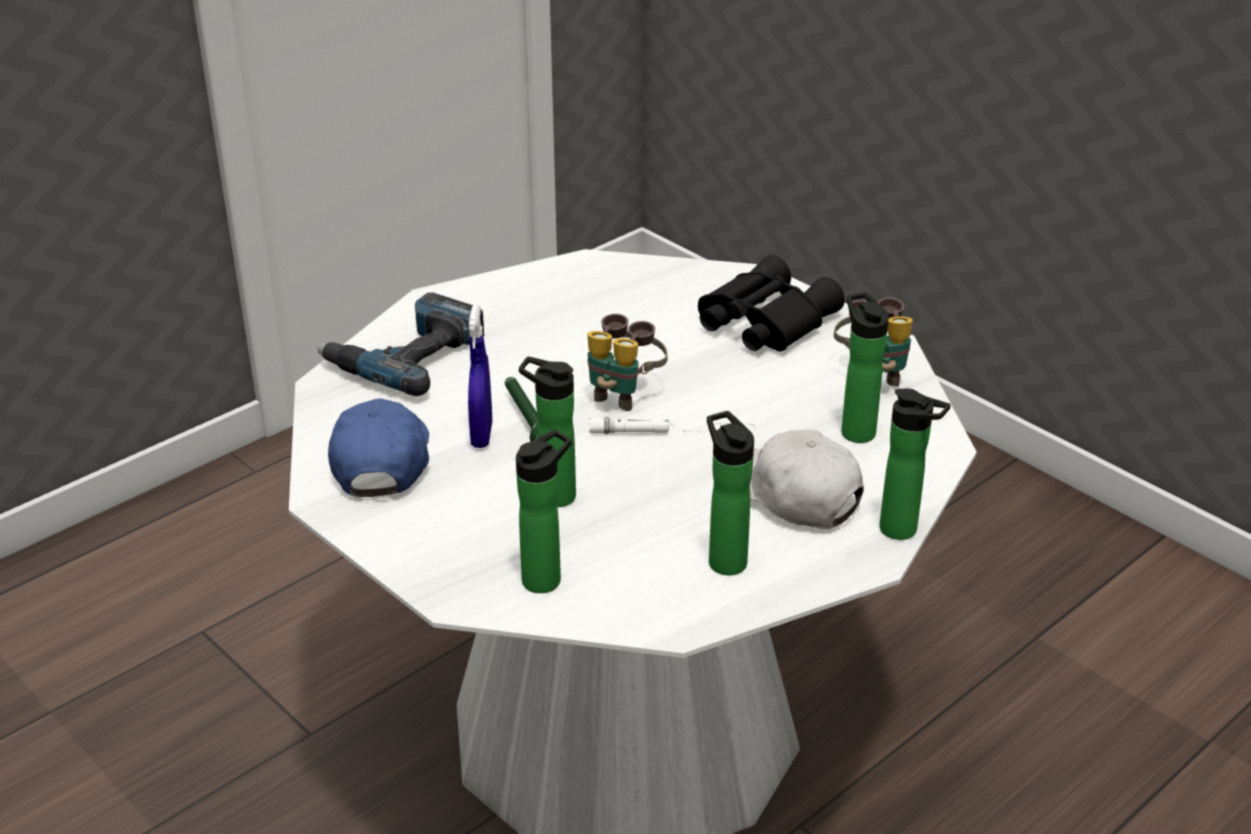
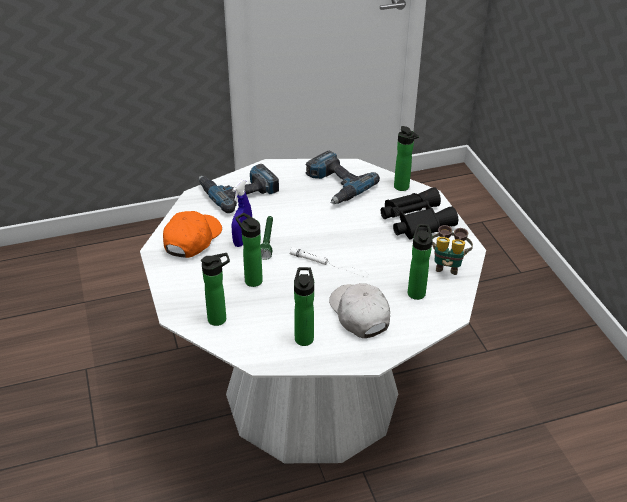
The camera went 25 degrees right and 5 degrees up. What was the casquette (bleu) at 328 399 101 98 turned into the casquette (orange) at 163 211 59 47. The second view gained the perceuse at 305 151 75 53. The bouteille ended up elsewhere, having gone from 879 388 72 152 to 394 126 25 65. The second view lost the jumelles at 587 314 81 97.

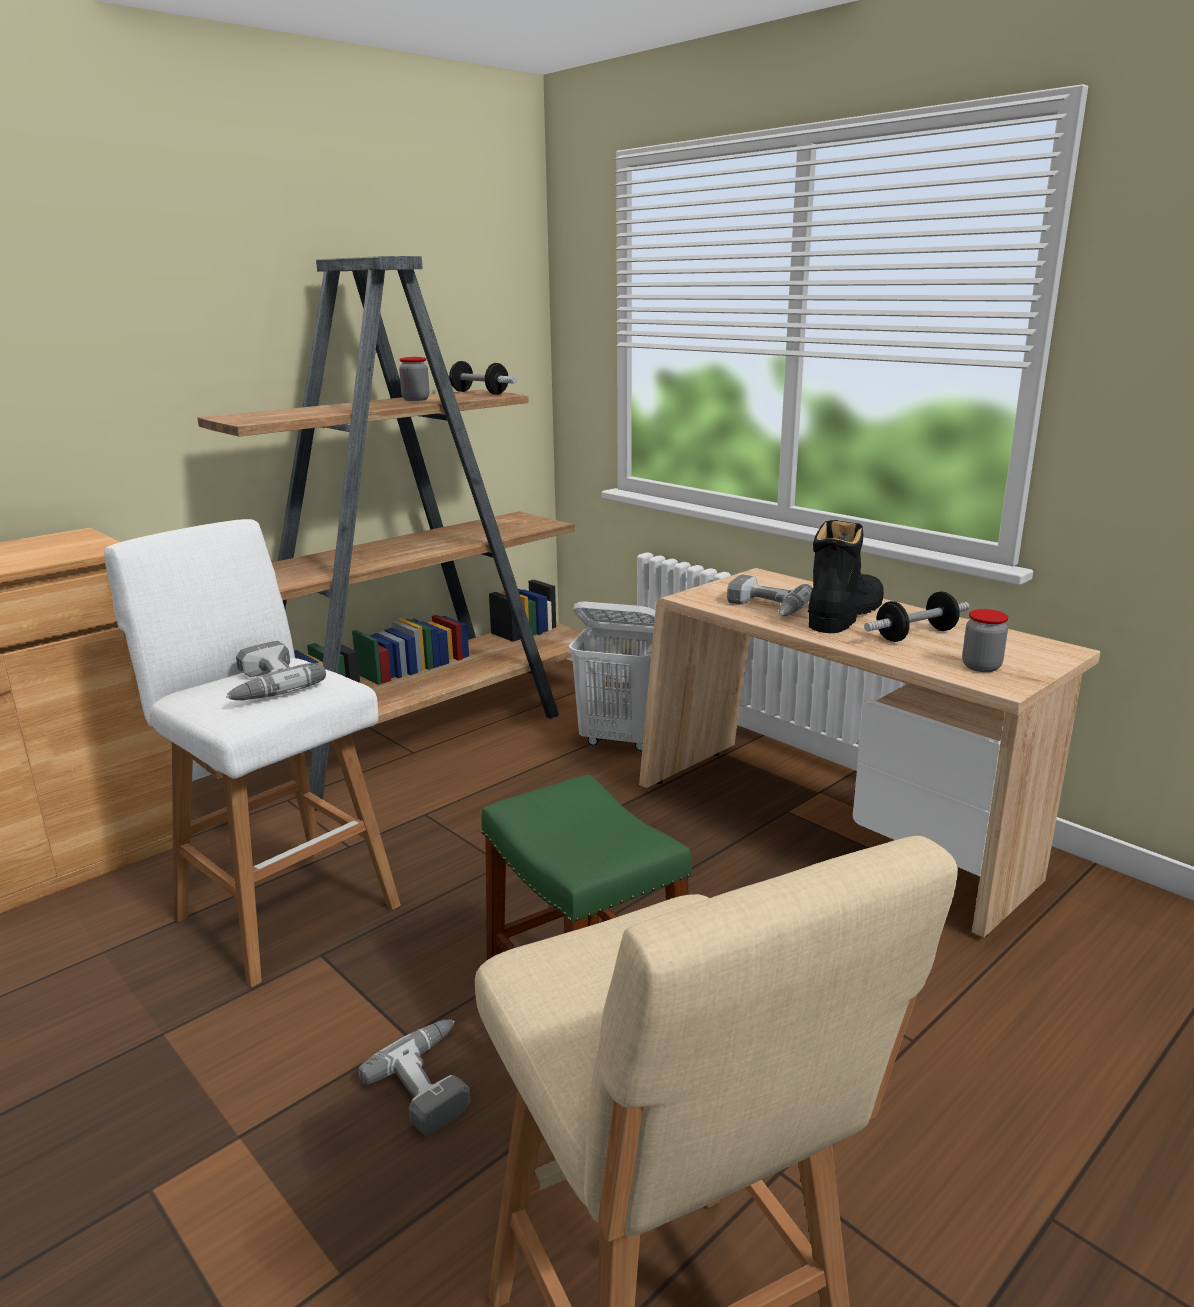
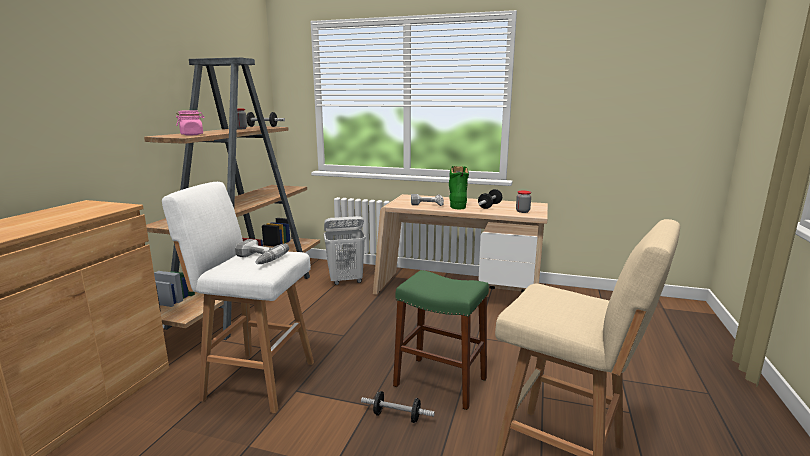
The camera went 30 degrees left and 5 degrees down. The second view gained the bocal (rose) at 176 110 29 25. Where the perceuse stood at 358 1019 113 117, the haltère came to stand at 361 391 74 32. What was the botte (noir) at 808 520 76 113 turned into the botte (vert) at 449 166 20 43.

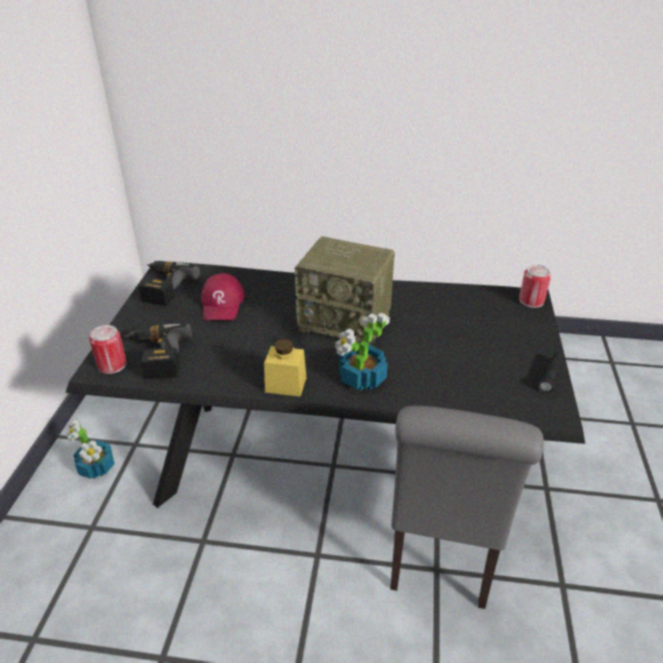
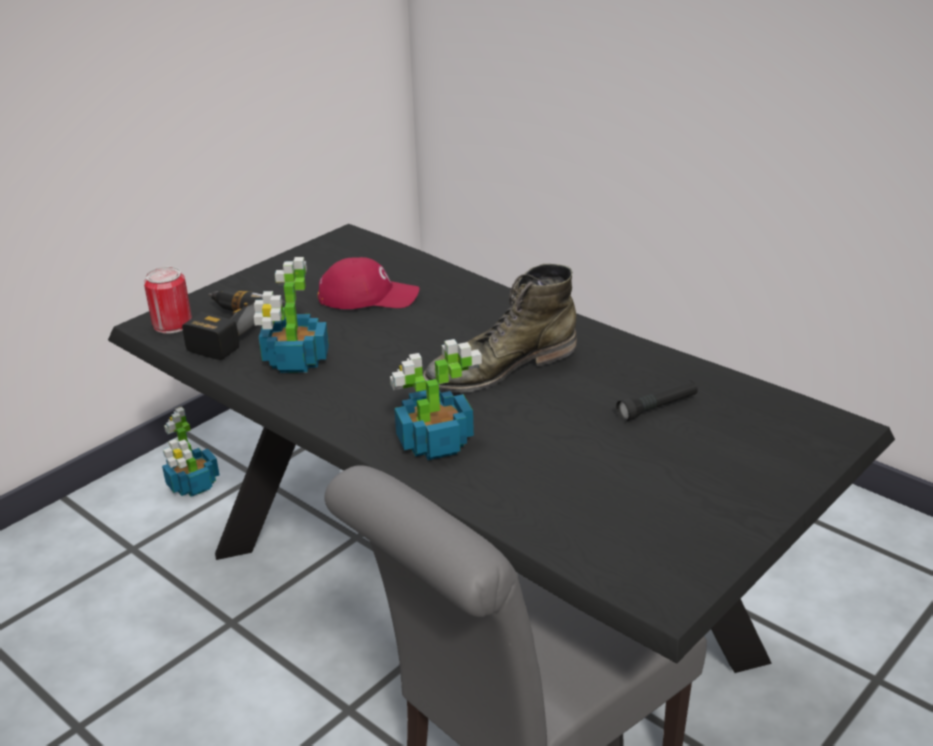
The camera went 35 degrees right and 5 degrees down. The second view gained the plante en pot at 254 257 75 116. The casquette (rouge) at 201 273 44 48 ended up facing another way, 120 degrees counterclockwise from before. Where the radio stood at 295 236 100 110, the botte (vert) came to stand at 423 264 154 129. The lampe de poche (noir) ended up elsewhere, having gone from 538 352 25 41 to 616 380 82 42. The second view lost the perceuse at 139 261 61 45. The second view lost the bocal (jaune) at 264 339 42 58. The second view lost the boîte métallique at 519 265 32 43.

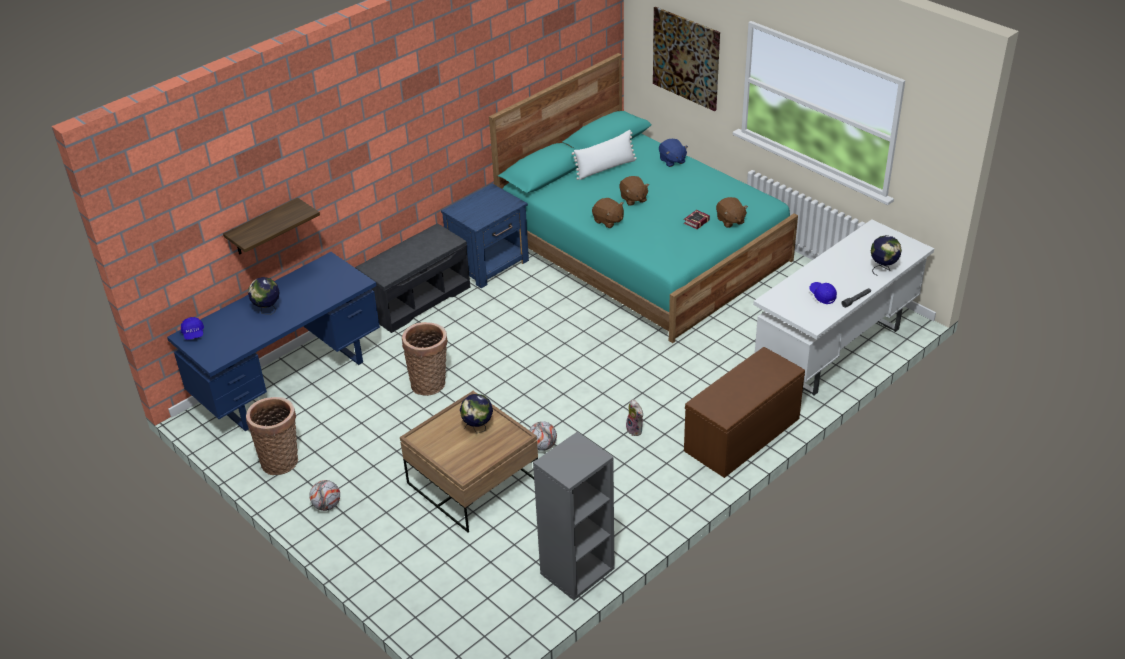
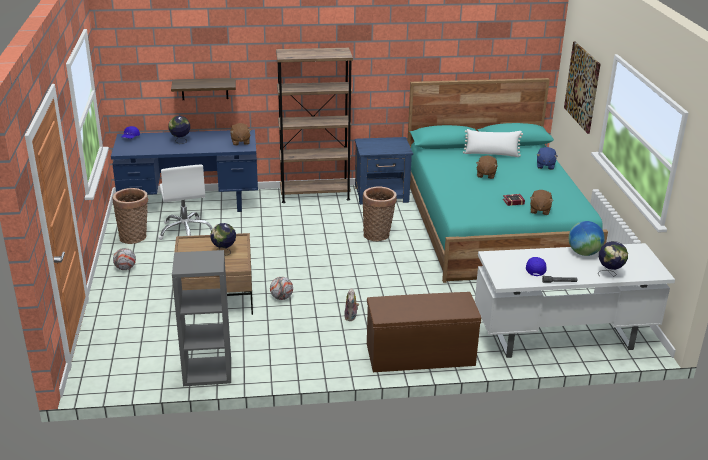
The camera went 35 degrees right and 10 degrees down. The second view gained the chaise de bureau (blanc) at 158 165 55 75. The peluche (marron) ended up elsewhere, having gone from 592 198 32 30 to 230 123 21 22. Where the banc (gris) stood at 355 223 115 110, the bibliothèque (marron) came to stand at 276 48 77 155. The panier ended up elsewhere, having gone from 402 322 46 74 to 362 187 35 54. The second view gained the globe at 569 221 36 35.

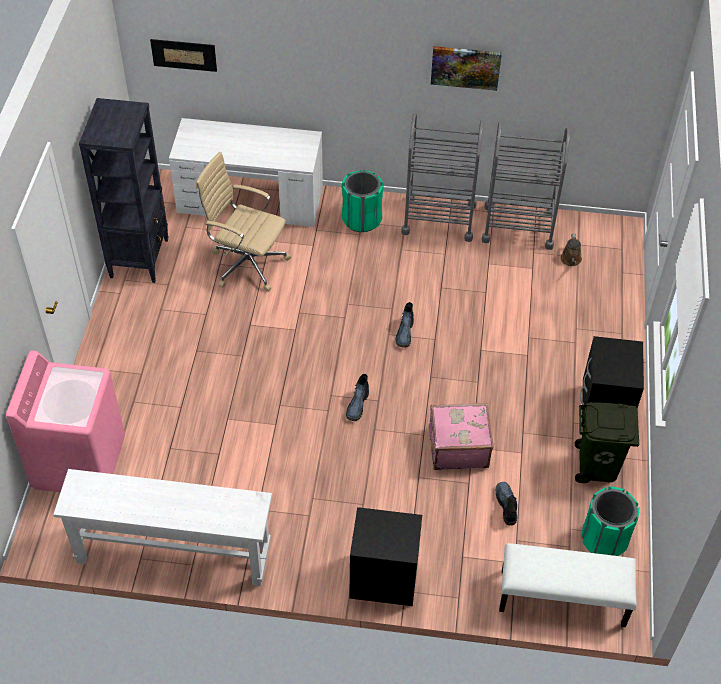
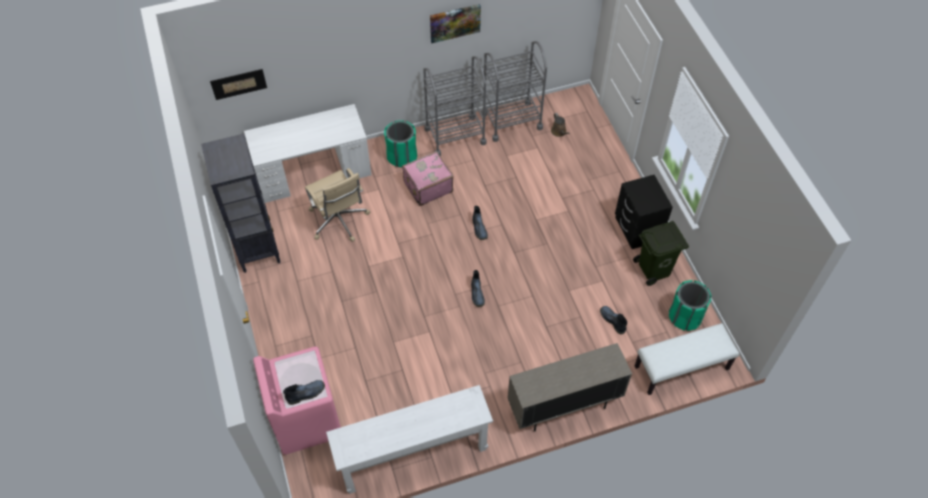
The camera went 25 degrees left and 5 degrees up. The second view gained the botte at 283 380 42 25. The chaise de bureau (beige) at 196 152 95 139 ended up facing another way, 120 degrees counterclockwise from before. The valise (rose) ended up elsewhere, having gone from 429 403 65 67 to 402 151 51 55. Where the table de chevet (noir) stood at 349 507 73 99, the meuble de rangement (beige) came to stand at 508 343 124 89.

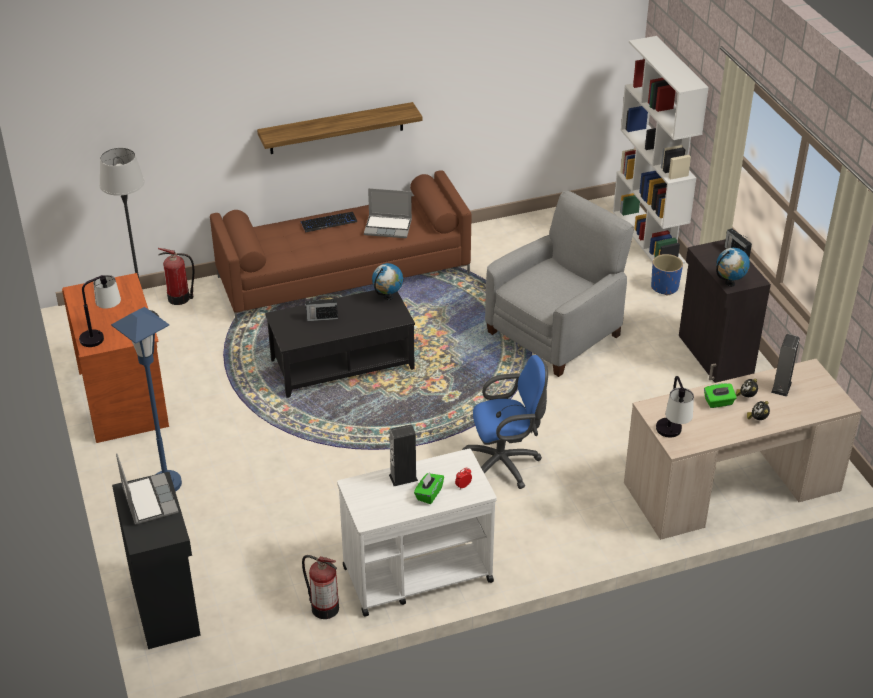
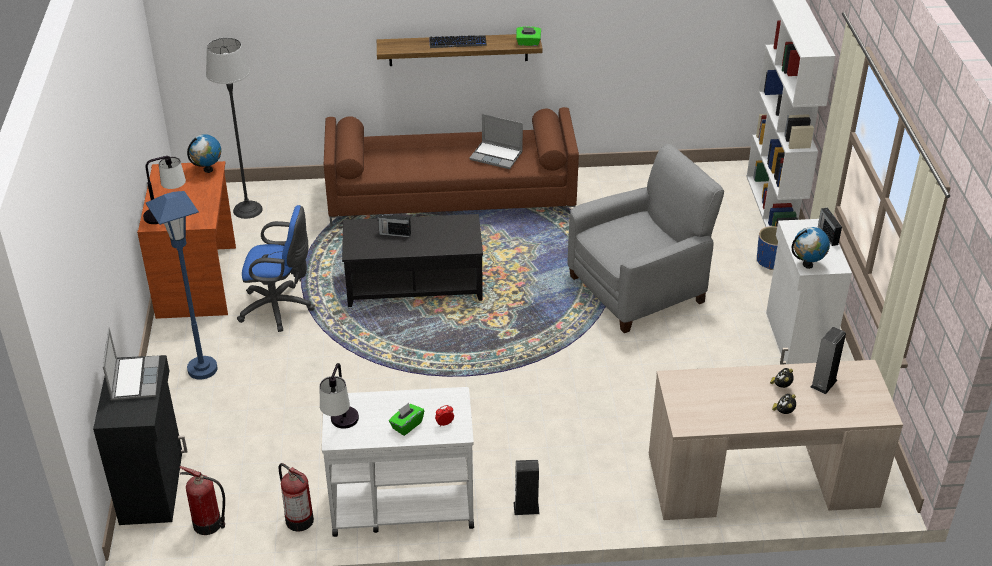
The camera went 15 degrees right and 0 degrees up. The extincteur ended up elsewhere, having gone from 158 248 36 57 to 179 466 46 69. The globe ended up elsewhere, having gone from 372 263 31 37 to 187 134 34 39. The chaise de bureau (bleu) ended up elsewhere, having gone from 462 355 86 134 to 237 205 78 127. The lampe de table ended up elsewhere, having gone from 656 376 38 62 to 320 363 39 66. The clavier ended up elsewhere, having gone from 301 212 56 21 to 429 35 58 13. The enceinte ended up elsewhere, having gone from 389 424 29 62 to 513 460 27 55. The boîte à mouchoirs (vert) ended up elsewhere, having gone from 704 383 33 25 to 516 26 25 20. What was the meuble de rangement (noir) at 679 239 92 144 turned into the meuble de rangement (blanc) at 766 219 86 146.

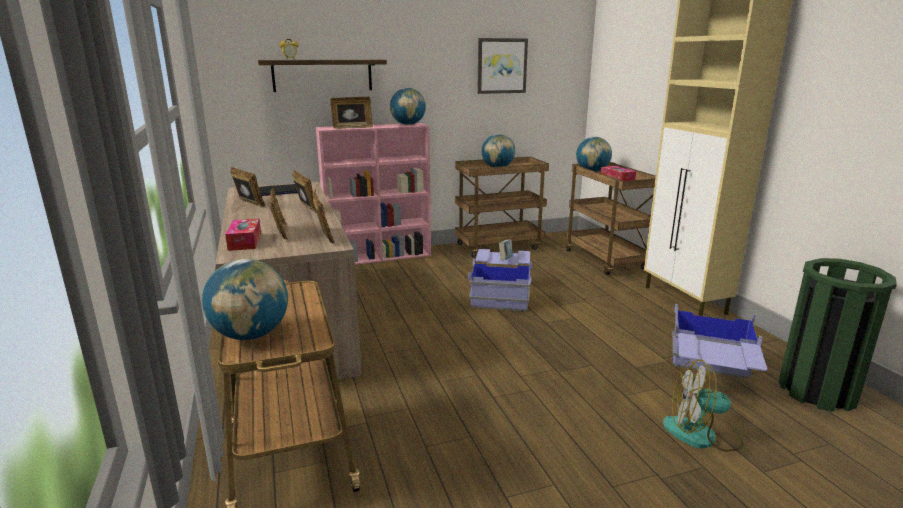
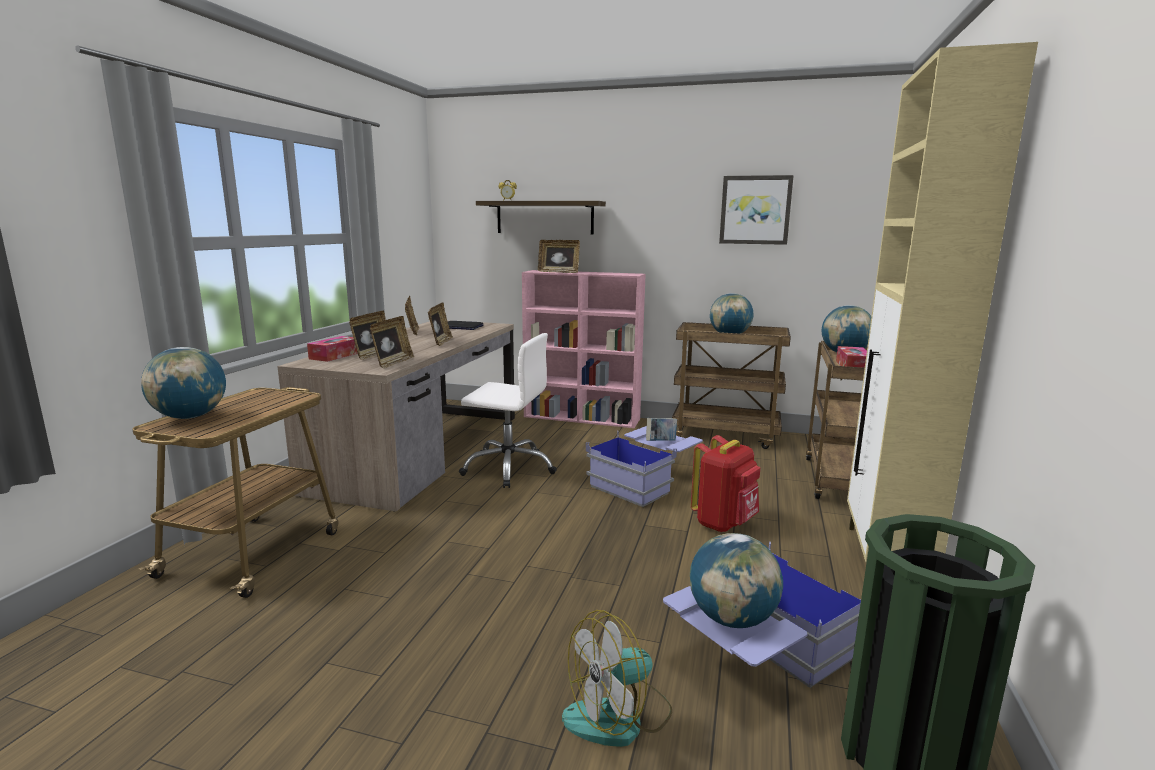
The camera went 35 degrees right and 5 degrees down. The second view gained the chaise de bureau (blanc) at 459 333 98 155. The ventilateur at 663 359 81 93 ended up facing another way, 75 degrees counterclockwise from before. The globe ended up elsewhere, having gone from 390 88 36 37 to 690 533 93 95. The second view gained the sac à dos (rouge) at 691 435 69 97.

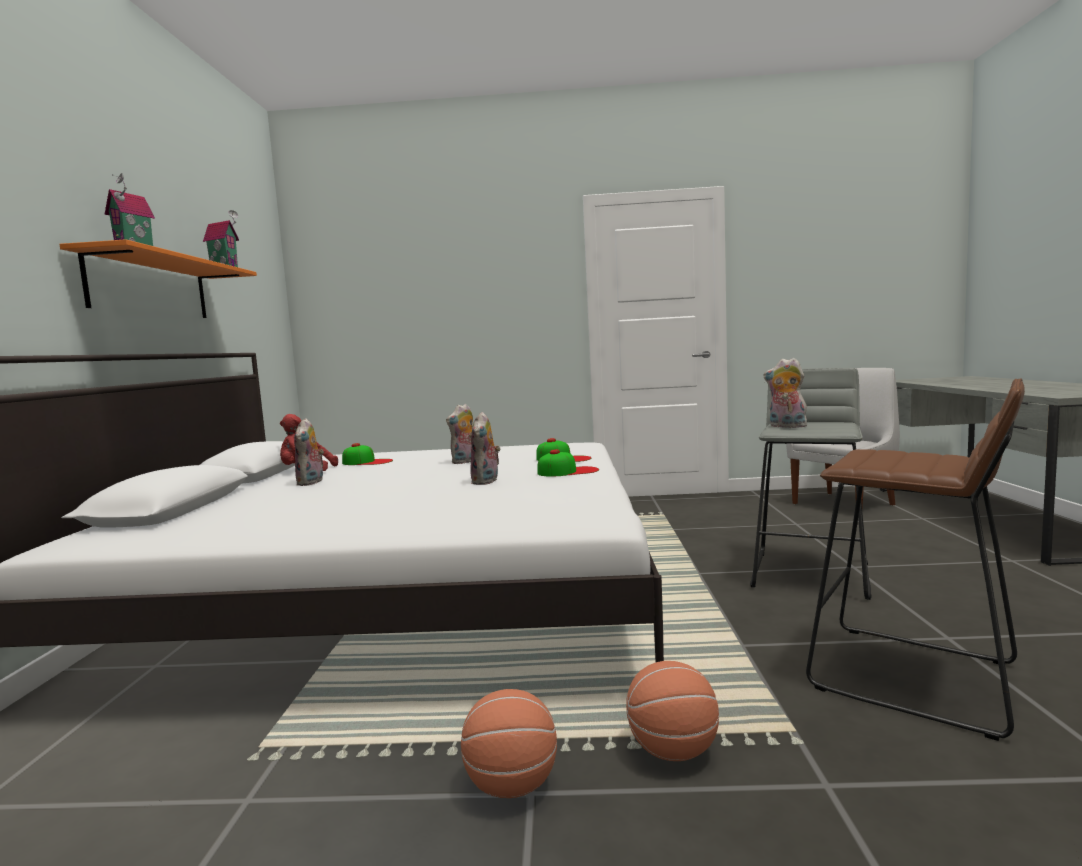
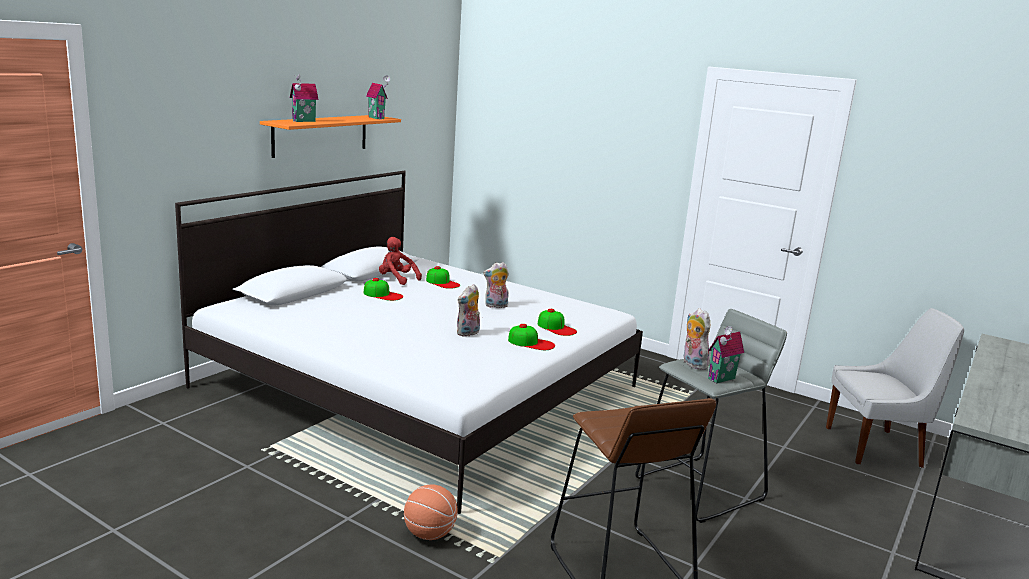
The camera went 30 degrees right and 10 degrees up. Where the peluche stood at 294 418 30 68, the casquette came to stand at 364 278 39 23. The second view gained the maison miniature at 708 326 36 57. The second view lost the ballon de basket at 461 689 96 109.

